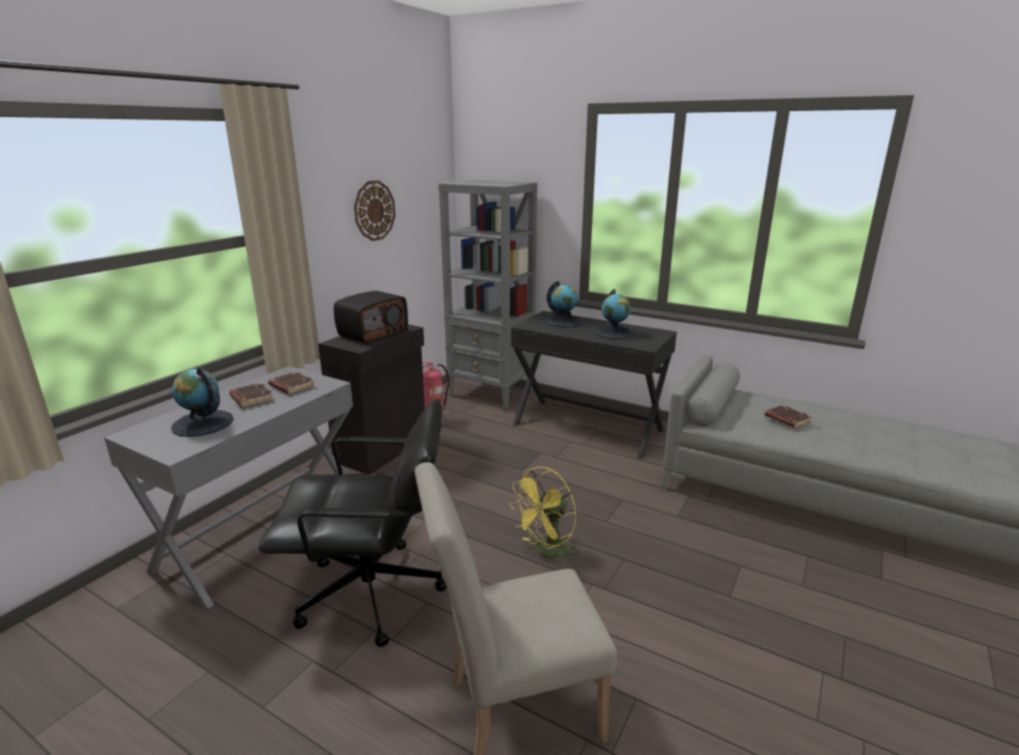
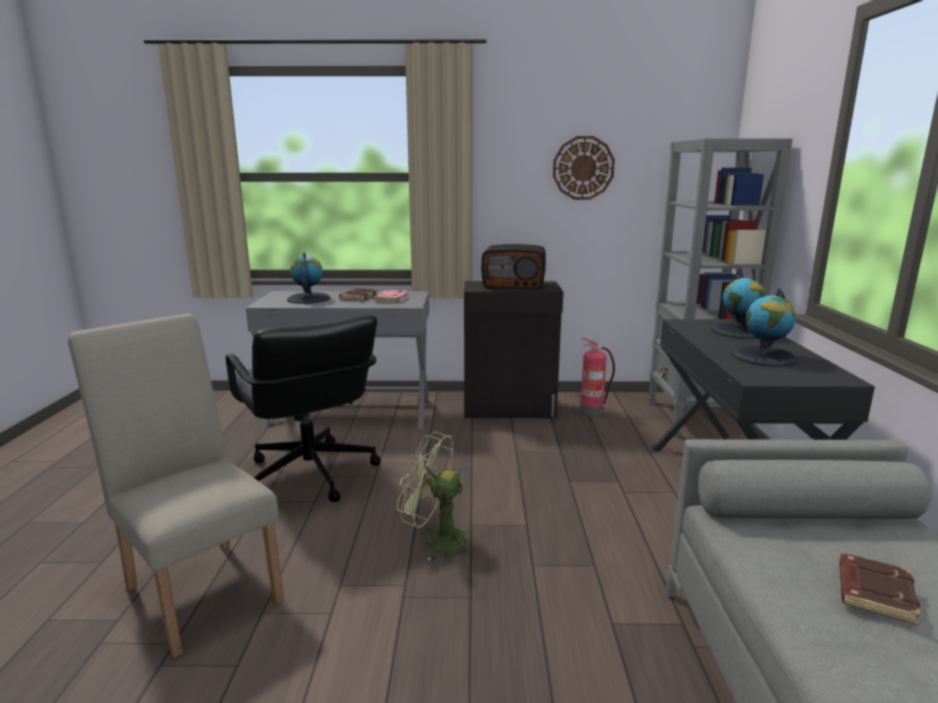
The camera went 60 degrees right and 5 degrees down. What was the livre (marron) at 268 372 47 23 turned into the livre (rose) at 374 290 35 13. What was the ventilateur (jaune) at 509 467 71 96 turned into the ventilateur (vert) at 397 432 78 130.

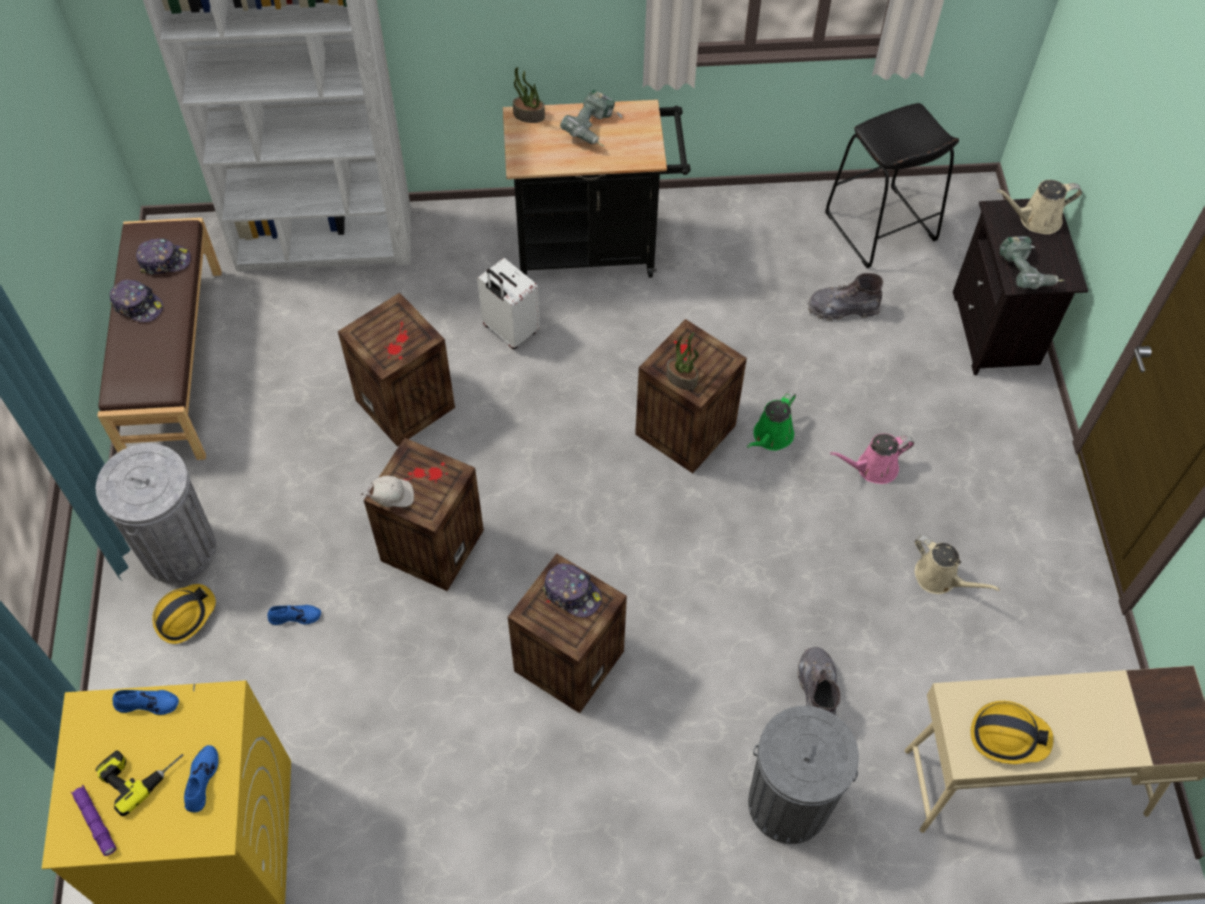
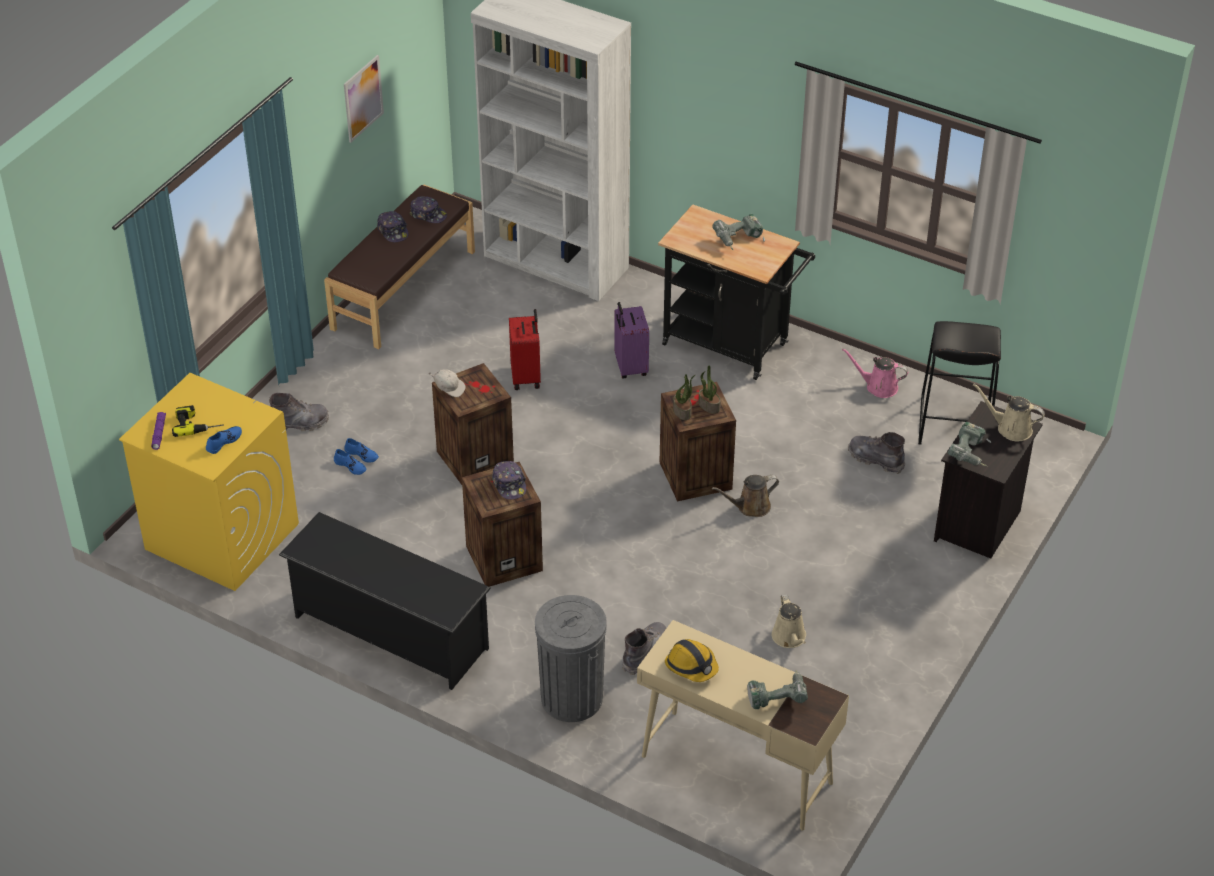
The camera went 35 degrees right and 15 degrees down. Where the casque de chantier stood at 152 584 64 60, the botte (gris) came to stand at 269 393 60 38. The second view gained the étagère à chaussures (noir) at 279 512 212 178. The chaussure (bleu) ended up elsewhere, having gone from 112 690 67 25 to 334 449 33 26. The second view gained the tableau at 344 55 40 88. Where the caisse stood at 338 293 117 154, the valise (rouge) came to stand at 509 309 32 81. What was the valise (blanc) at 477 258 63 91 turned into the valise (violet) at 614 302 35 76. The plante en pot ended up elsewhere, having gone from 513 67 32 56 to 699 366 22 48. What was the arrosoir (vert) at 747 391 49 60 turned into the arrosoir (marron) at 712 475 67 42. The second view gained the perceuse at 747 670 61 39. The arrosoir (rose) ended up elsewhere, having gone from 830 433 84 51 to 842 348 66 50. The second view lost the poubelle (gris) at 96 443 120 141.

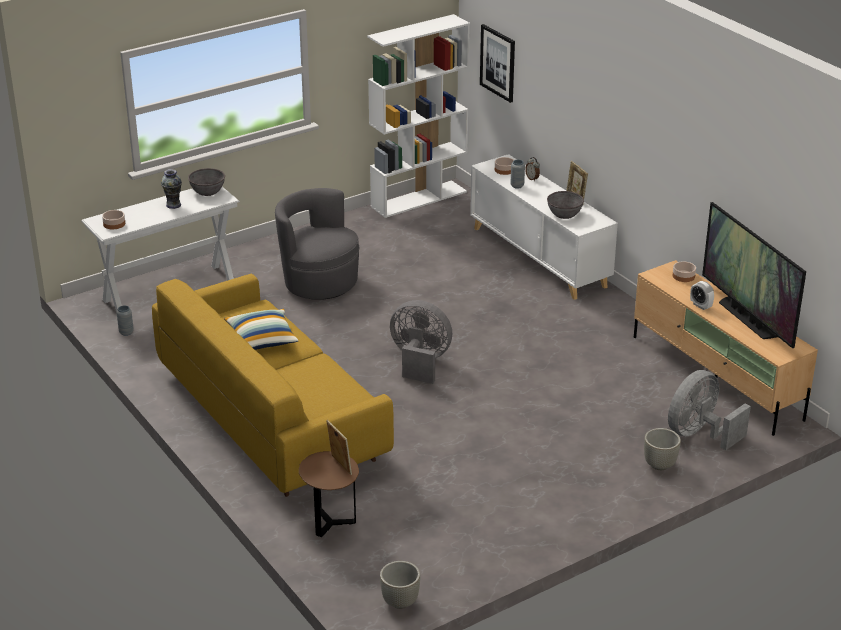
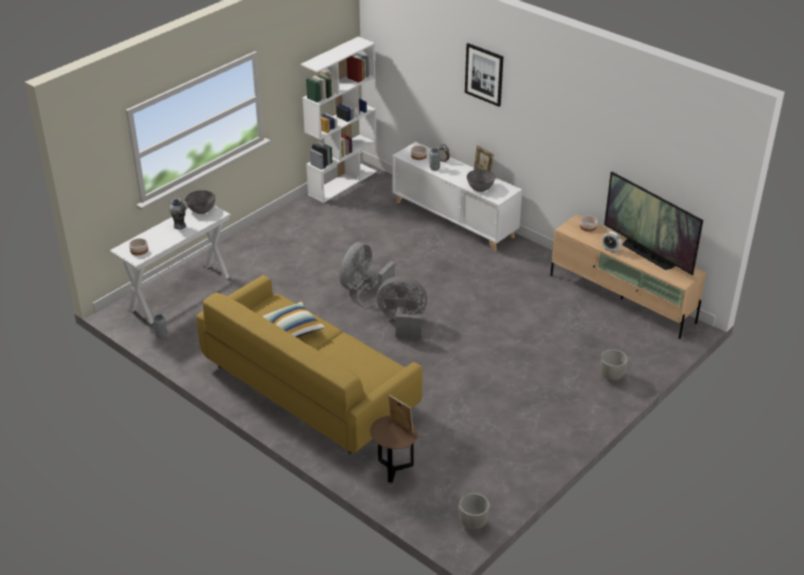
The camera went 15 degrees left and 5 degrees up. The ventilateur (gris) ended up elsewhere, having gone from 668 370 83 80 to 340 242 55 53. The tableau ended up elsewhere, having gone from 480 24 35 79 to 465 43 39 64. The second view lost the fauteuil (gris) at 275 188 84 112.

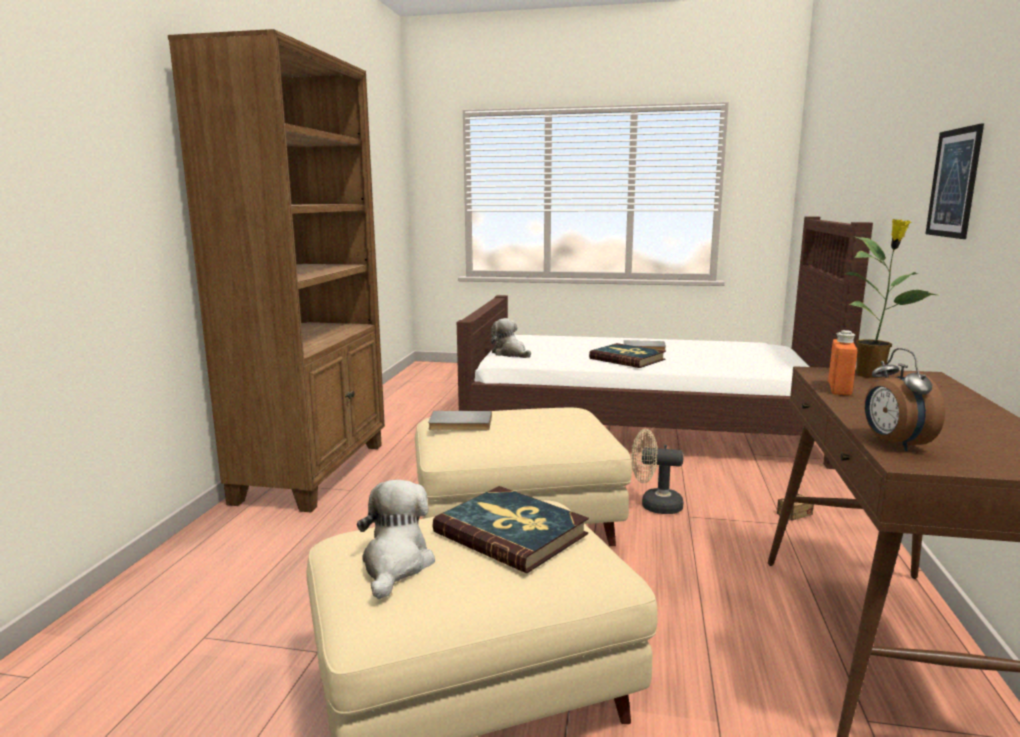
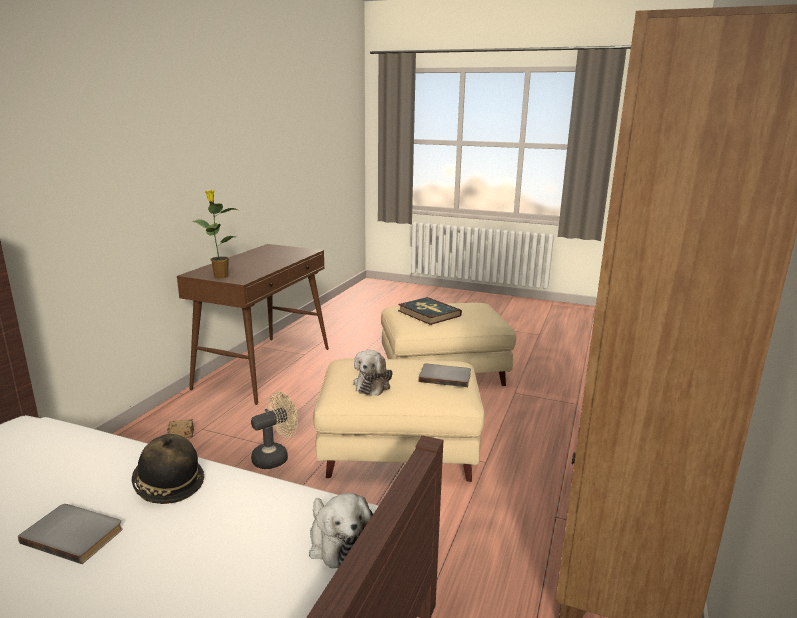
The camera went 170 degrees left and 5 degrees up. Where the livre stood at 589 343 77 25, the chapeau came to stand at 131 434 73 70. The ventilateur (beige) at 631 429 53 85 ended up facing another way, 60 degrees counterclockwise from before. The peluche ended up elsewhere, having gone from 357 480 78 119 to 353 350 40 46. The second view lost the bouteille (orange) at 828 330 29 66. The second view lost the réveil at 865 348 80 103. The second view lost the tableau at 925 123 59 116.

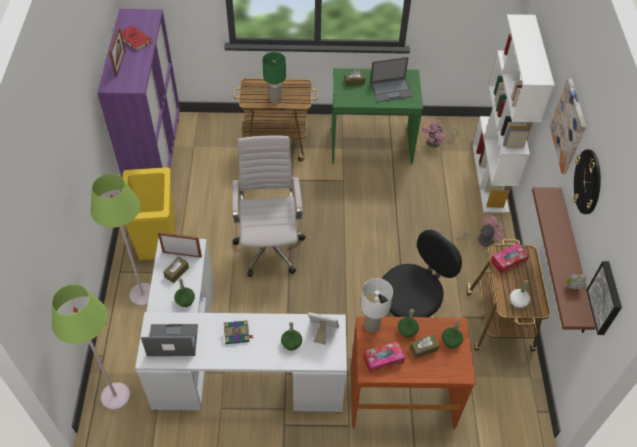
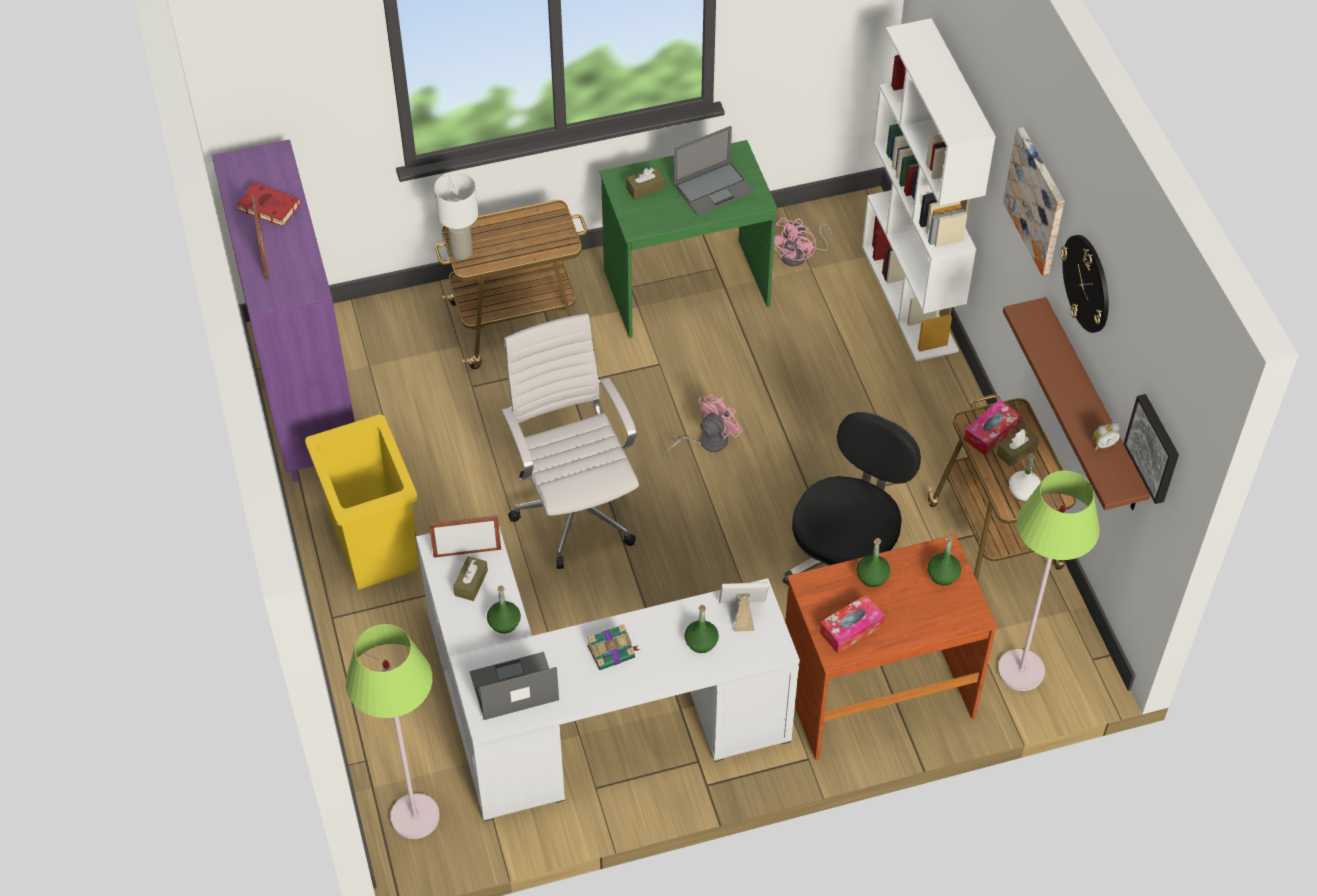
The camera went 15 degrees left and 0 degrees up. The lampe de table (blanc) ended up elsewhere, having gone from 361 278 32 55 to 434 172 44 88. The ventilateur (rose) ended up elsewhere, having gone from 456 214 48 33 to 664 395 79 59. The boîte à mouchoirs (marron) ended up elsewhere, having gone from 410 335 29 24 to 997 427 42 40. The lampadaire (vert) ended up elsewhere, having gone from 91 174 60 132 to 998 471 102 220. The second view lost the lampe de table (vert) at 262 52 24 52.

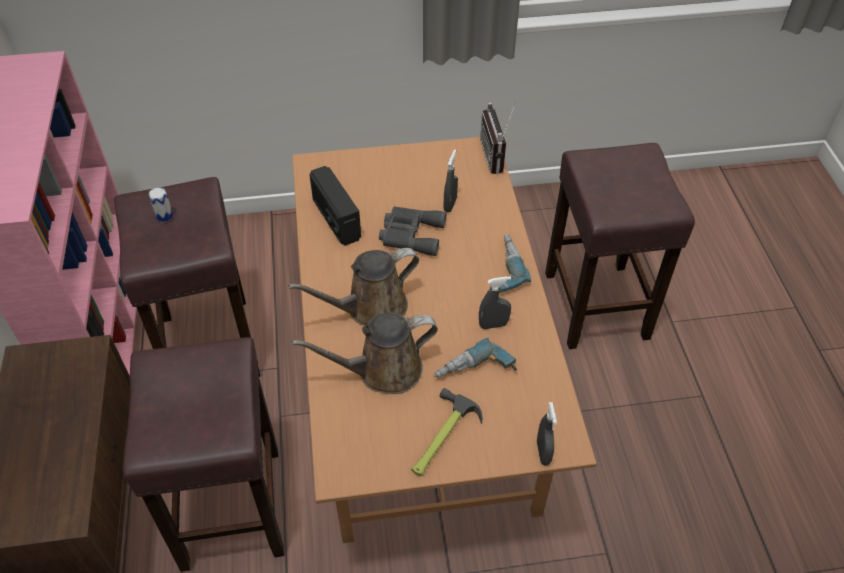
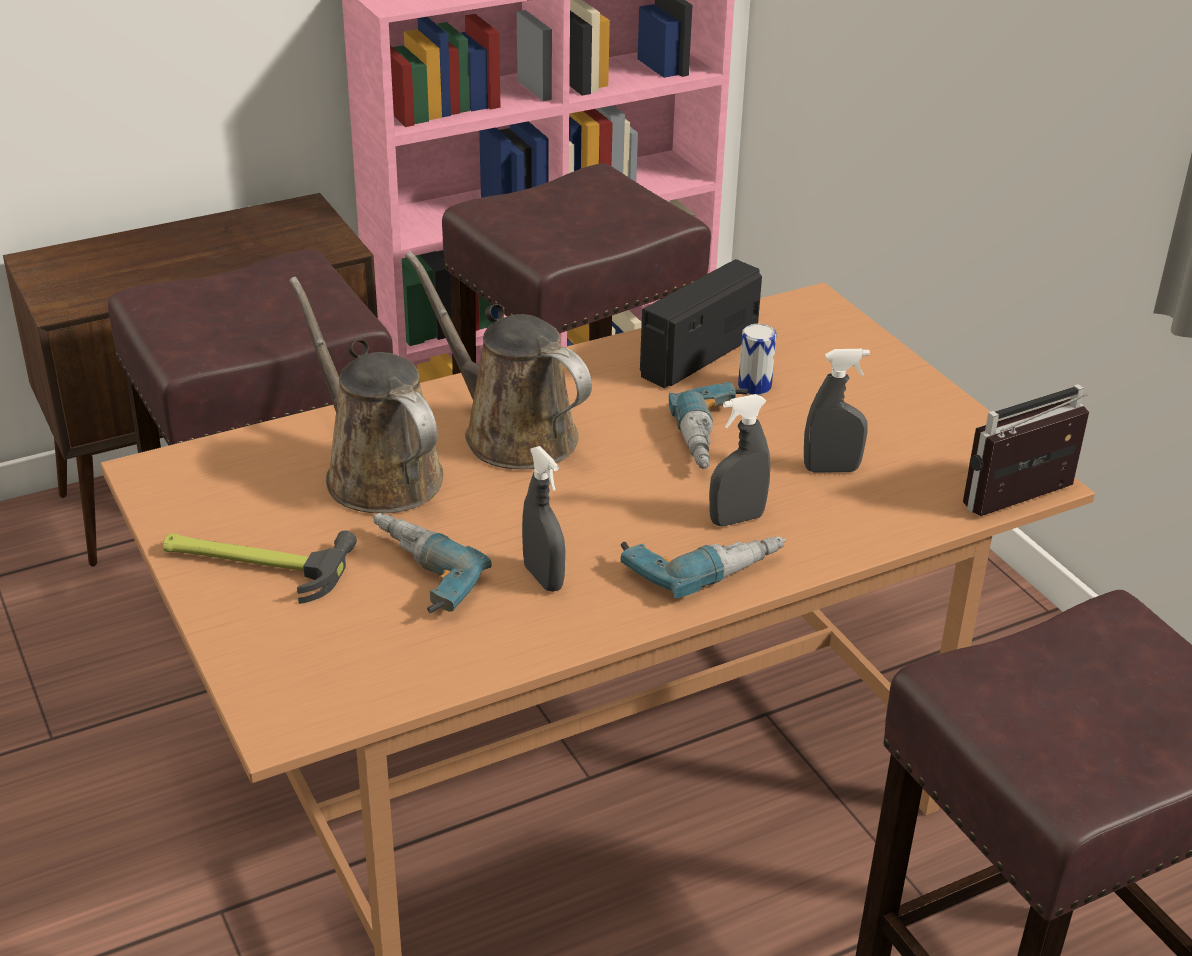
The camera went 70 degrees right and 15 degrees down. Where the jumelles (gris) stood at 379 206 67 50, the perceuse came to stand at 669 382 78 87. The vaporisateur (gris) ended up elsewhere, having gone from 537 402 20 64 to 709 394 61 132. The boîte métallique ended up elsewhere, having gone from 148 187 25 35 to 738 324 39 71.

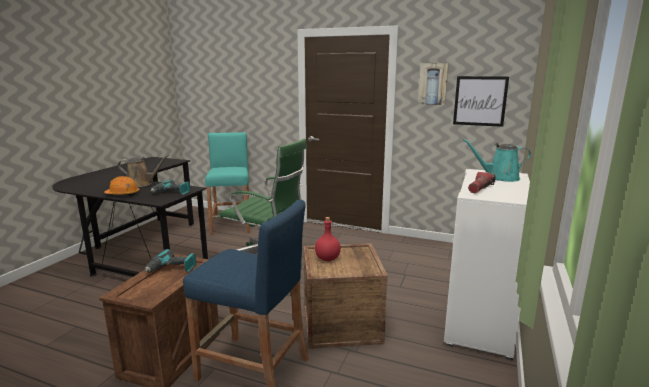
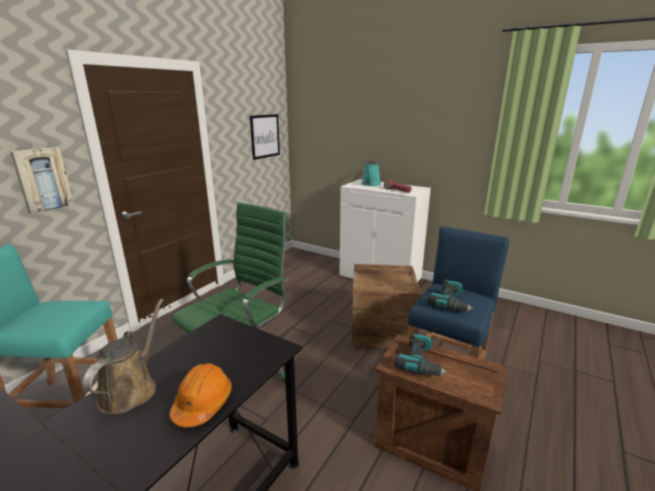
The camera went 80 degrees left and 5 degrees up. The tableau ended up elsewhere, having gone from 418 63 31 42 to 10 147 64 67. The perceuse ended up elsewhere, having gone from 150 179 40 16 to 427 280 47 32. The second view lost the bouteille (rouge) at 315 217 26 44.

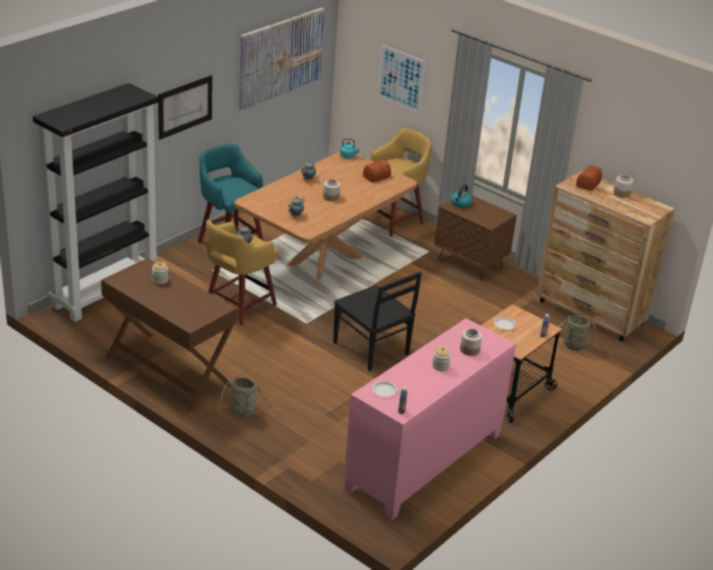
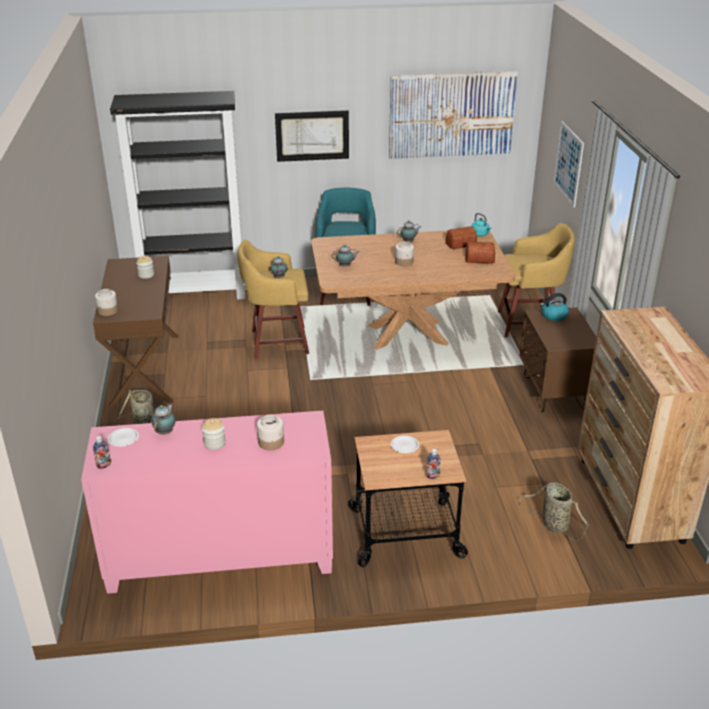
The camera went 45 degrees right and 0 degrees up. The bocal ended up elsewhere, having gone from 614 175 19 23 to 95 289 23 27. The second view gained the théière at 151 404 25 31. The pain ended up elsewhere, having gone from 576 165 26 26 to 446 226 31 23. The second view lost the chaise (noir) at 333 272 89 99.

